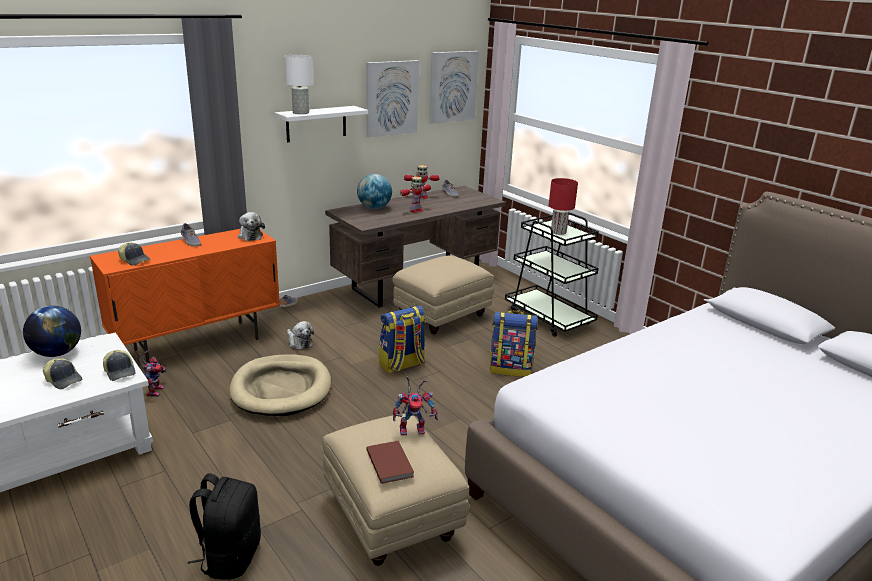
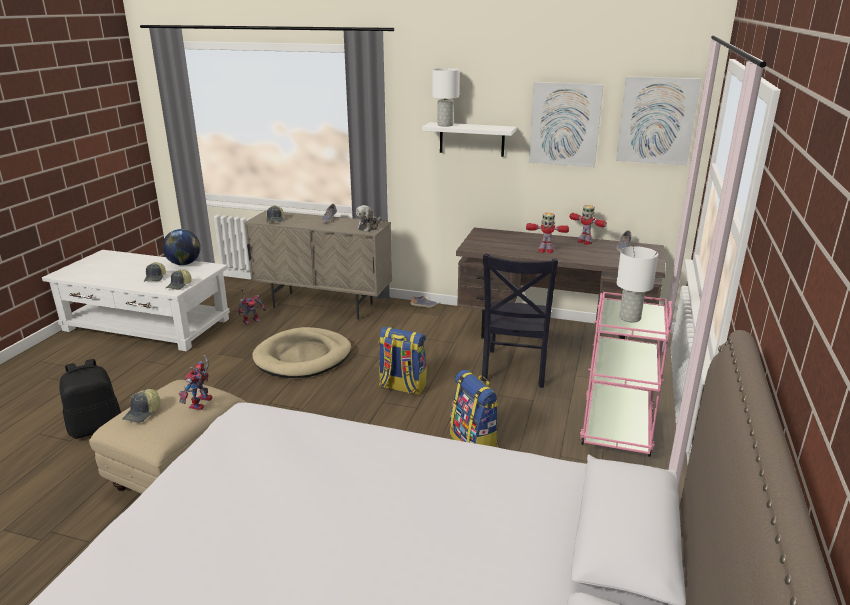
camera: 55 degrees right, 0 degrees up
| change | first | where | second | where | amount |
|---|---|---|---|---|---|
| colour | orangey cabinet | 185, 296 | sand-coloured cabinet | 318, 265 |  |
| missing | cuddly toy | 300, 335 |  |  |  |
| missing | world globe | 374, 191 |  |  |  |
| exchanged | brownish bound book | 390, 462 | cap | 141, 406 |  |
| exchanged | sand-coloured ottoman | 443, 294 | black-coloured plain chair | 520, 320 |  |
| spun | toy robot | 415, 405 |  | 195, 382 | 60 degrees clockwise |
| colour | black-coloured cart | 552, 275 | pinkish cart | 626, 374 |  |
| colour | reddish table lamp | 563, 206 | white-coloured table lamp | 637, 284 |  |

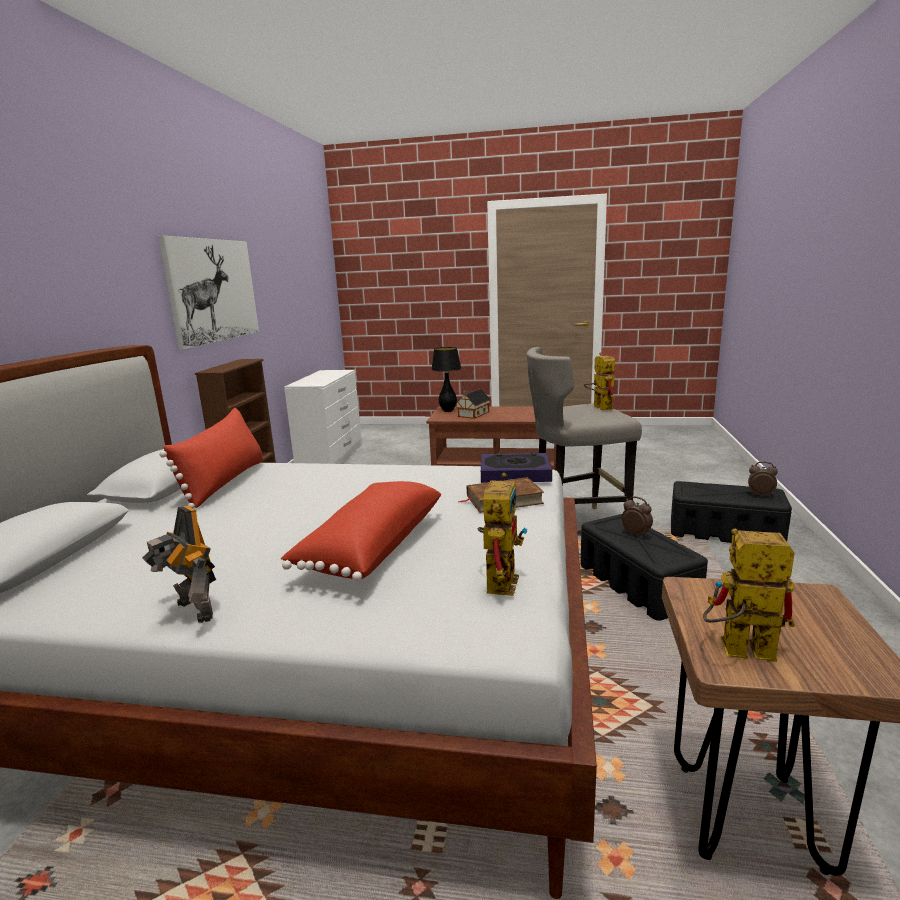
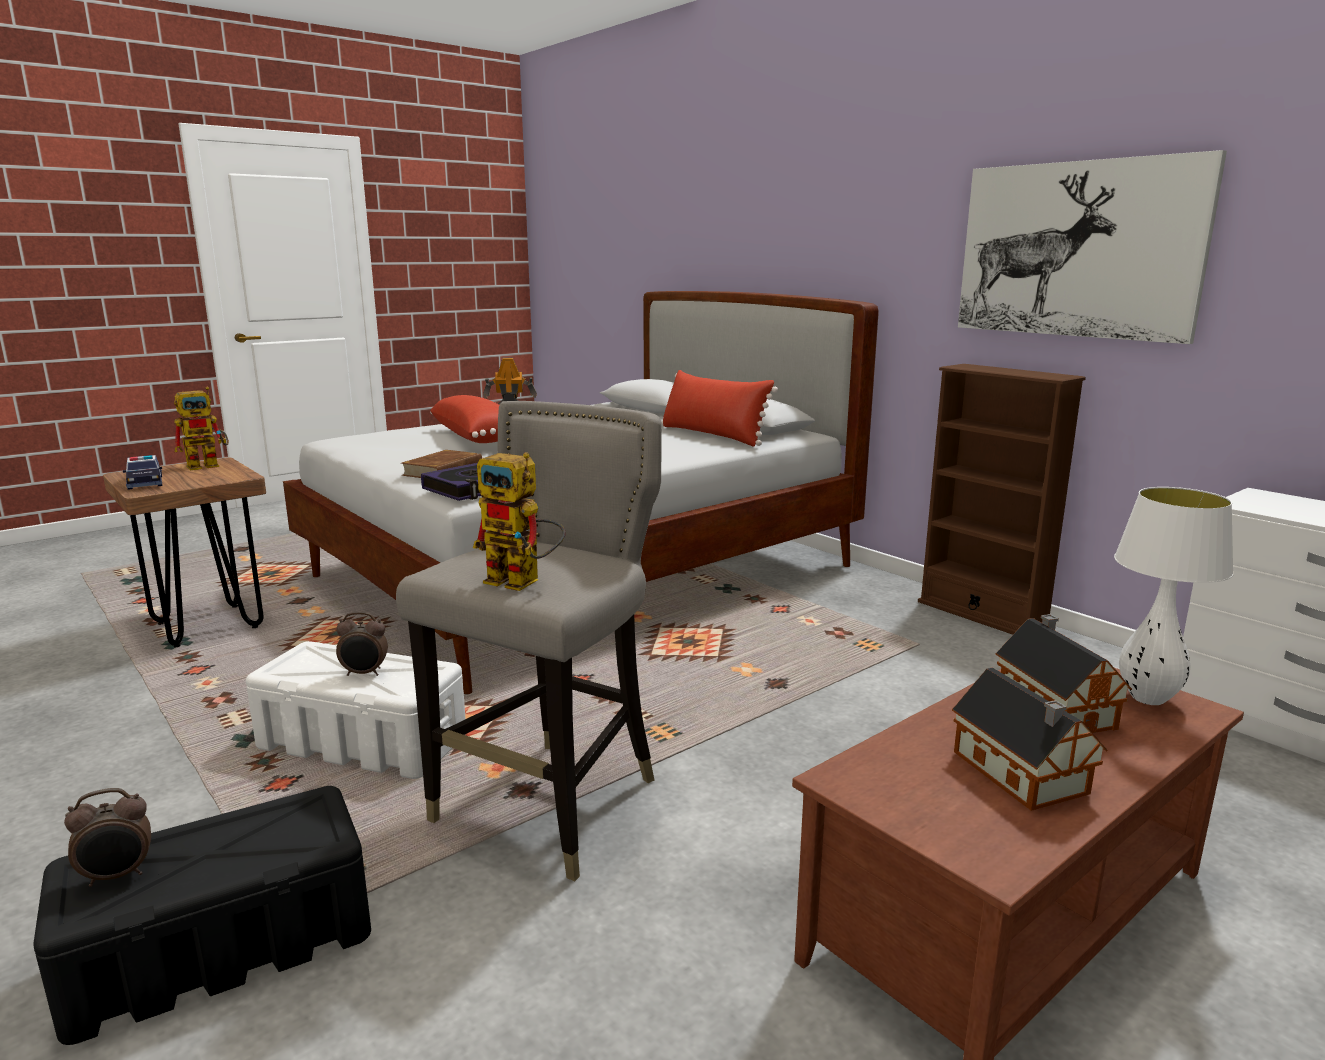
camera: 130 degrees right, 0 degrees up
| change | first | where | second | where | amount |
|---|---|---|---|---|---|
| colour | black-coloured table lamp | 446, 379 | white-coloured table lamp | 1174, 596 |  |
| missing | toy robot | 502, 534 |  |  |  |
| colour | black-coloured storage box | 644, 567 | white-coloured storage box | 356, 710 |  |
| appeared |  |  | toy car | 143, 472 |  |
| appeared |  |  | model house | 1029, 739 |  |

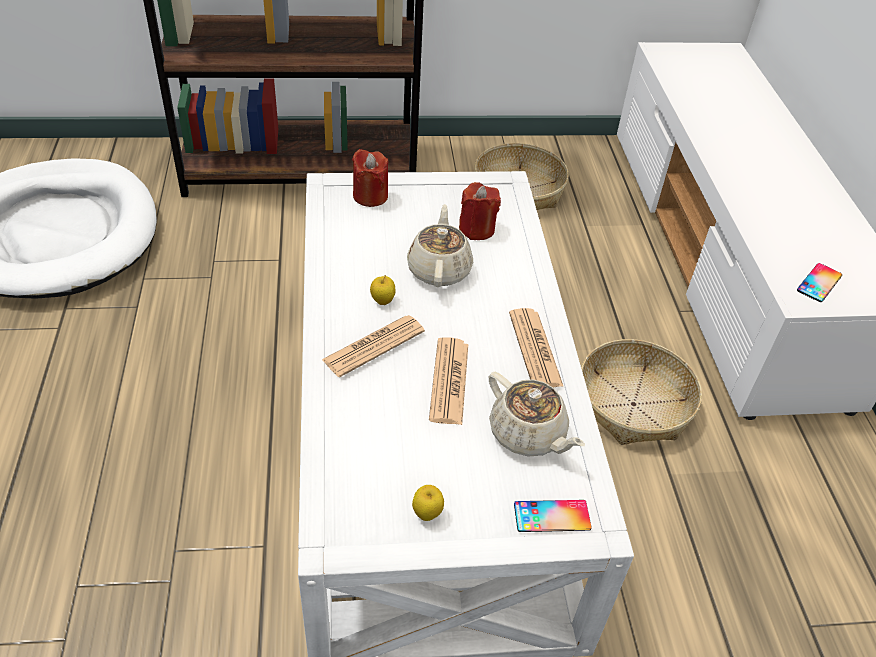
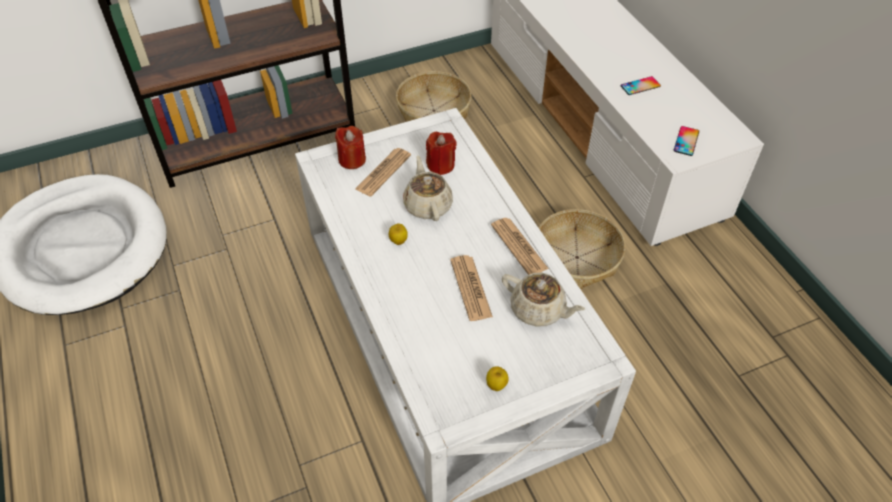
camera: 15 degrees left, 5 degrees up
| change | first | where | second | where | amount |
|---|---|---|---|---|---|
| relocated | printed paper | 373, 346 |  | 383, 172 |  |
| relocated | handset | 553, 516 |  | 641, 85 |  |

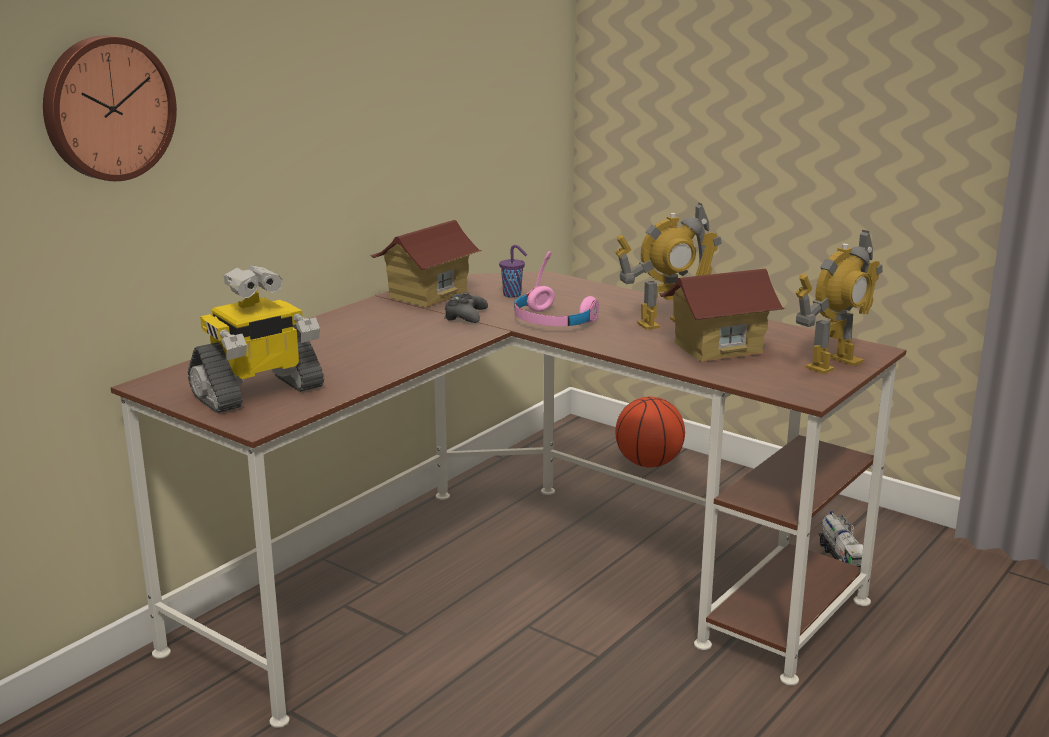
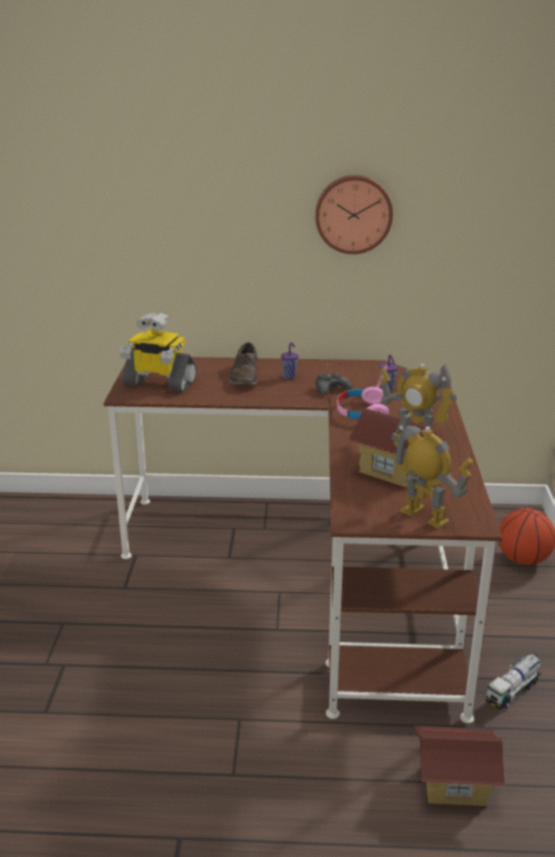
camera: 55 degrees right, 5 degrees up
| change | first | where | second | where | amount |
|---|---|---|---|---|---|
| relocated | wall clock | 110, 108 |  | 354, 214 |  |
| relocated | model house | 426, 264 |  | 461, 766 |  |
| spun | toy robot | 839, 302 |  | 432, 470 | 150 degrees counterclockwise |
| appeared |  |  | brownish shoe | 243, 364 |  |
| appeared |  |  | purplish cup | 290, 360 |  |

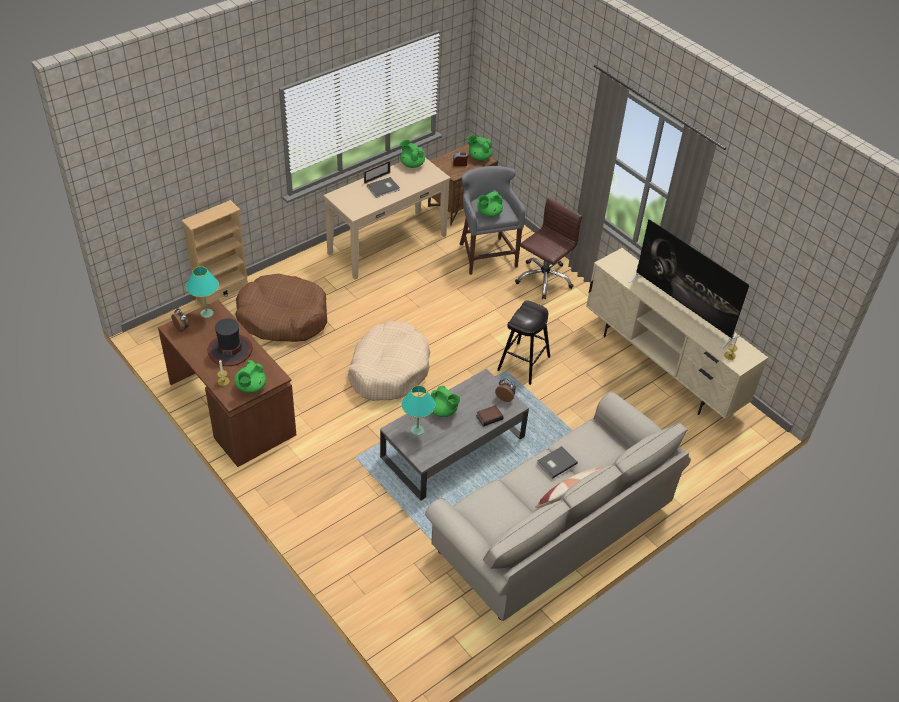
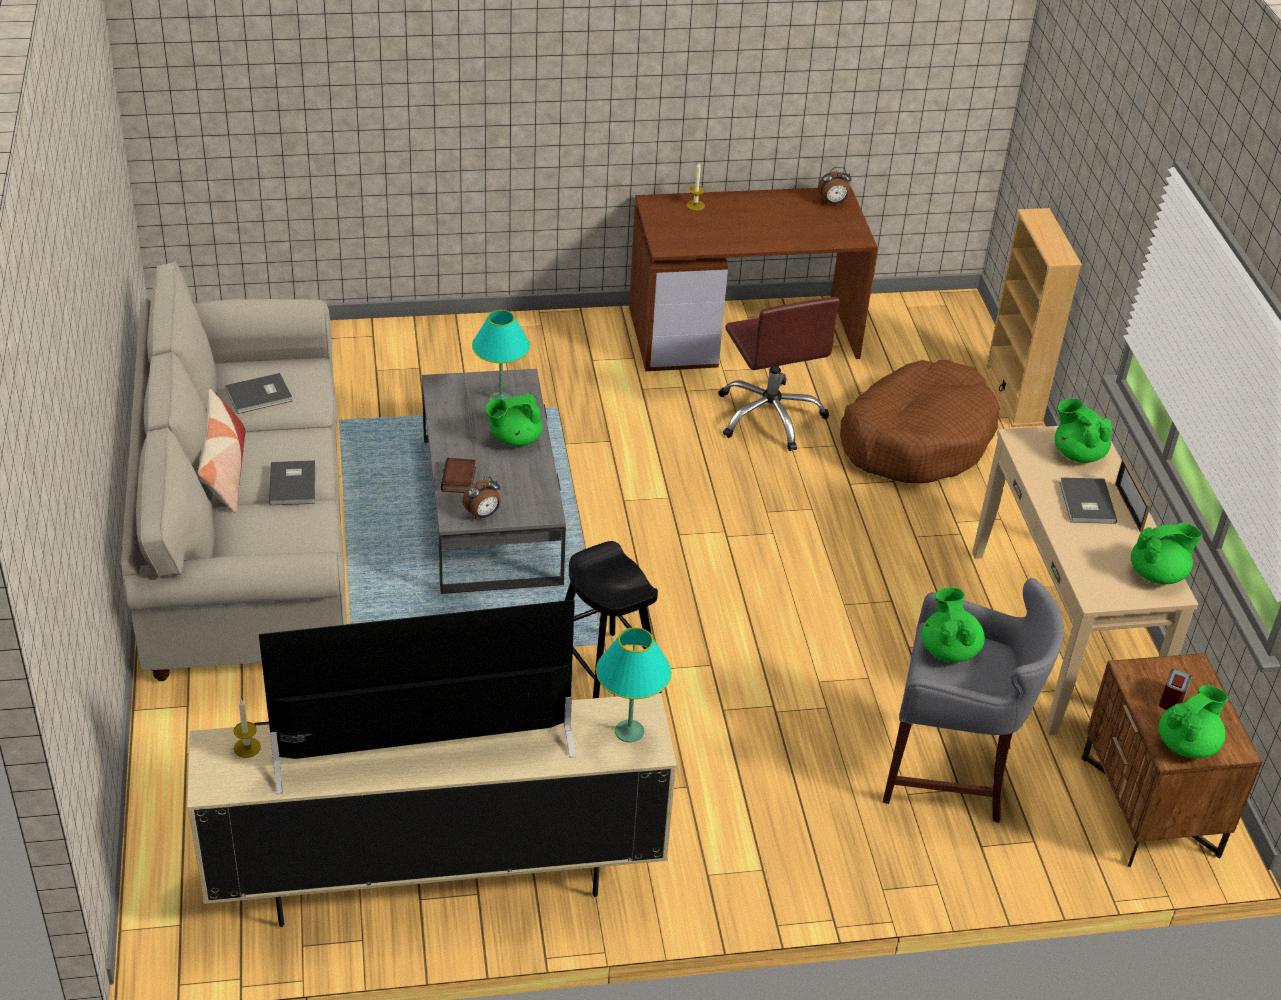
camera: 120 degrees right, 5 degrees down
| change | first | where | second | where | amount |
|---|---|---|---|---|---|
| relocated | turquoise-coloured table lamp | 202, 292 |  | 634, 684 |  |
| missing | clothing hat | 230, 342 |  |  |  |
| relocated | greenish pot for tea | 250, 376 |  | 1083, 430 |  |
| missing | sand-coloured dog bed | 389, 361 |  |  |  |
| relocated | brownish office chair | 548, 248 |  | 779, 374 |  |
| appeared |  |  | gray bound book | 258, 393 |  |

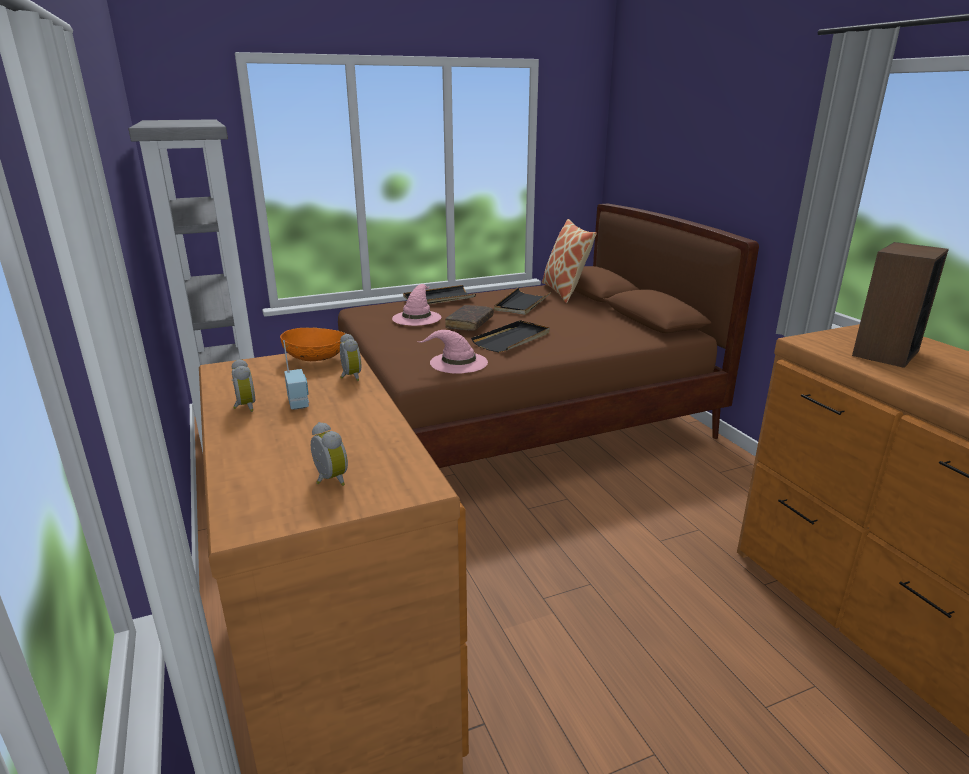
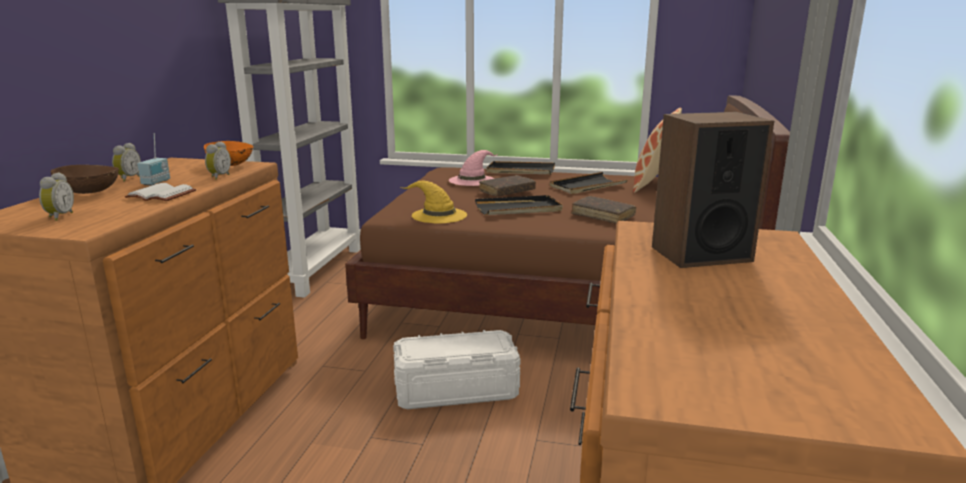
camera: 35 degrees right, 5 degrees down
| change | first | where | second | where | amount |
|---|---|---|---|---|---|
| colour | pinkish clothing hat | 452, 352 | yellow clothing hat | 434, 202 |  |
| appeared |  |  | brownish deep dish | 84, 179 |  |
| appeared |  |  | white-coloured bound book | 160, 192 |  |
| appeared |  |  | white-coloured storage box | 456, 369 |  |
| appeared |  |  | brownish bound book | 604, 210 |  |

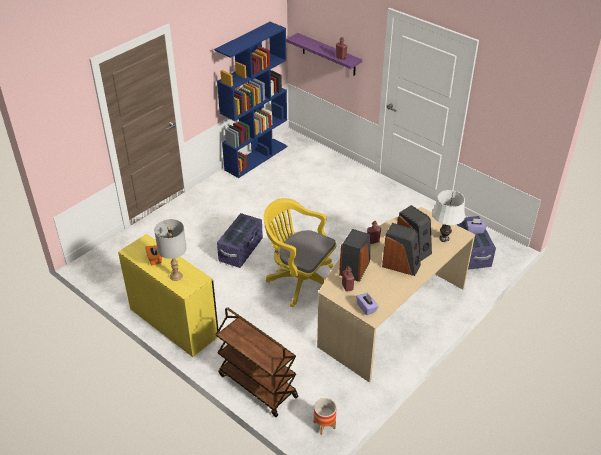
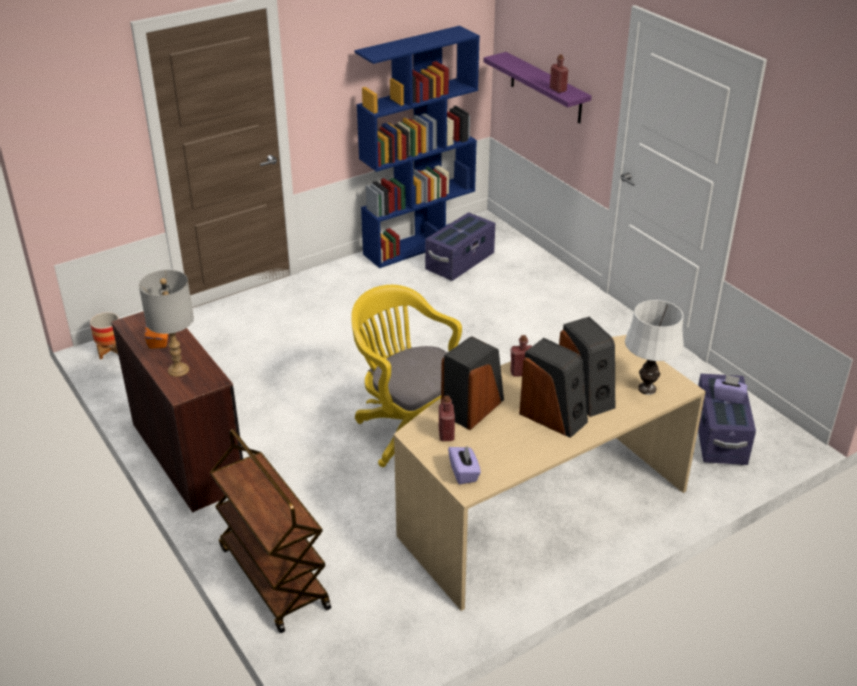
camera: 15 degrees right, 5 degrees down
| change | first | where | second | where | amount |
|---|---|---|---|---|---|
| colour | yellow desk | 168, 295 | brownish desk | 177, 411 |  |
| relocated | purplish storage box | 240, 240 |  | 460, 246 |  |
| relocated | plant pot | 325, 416 |  | 104, 335 |  |

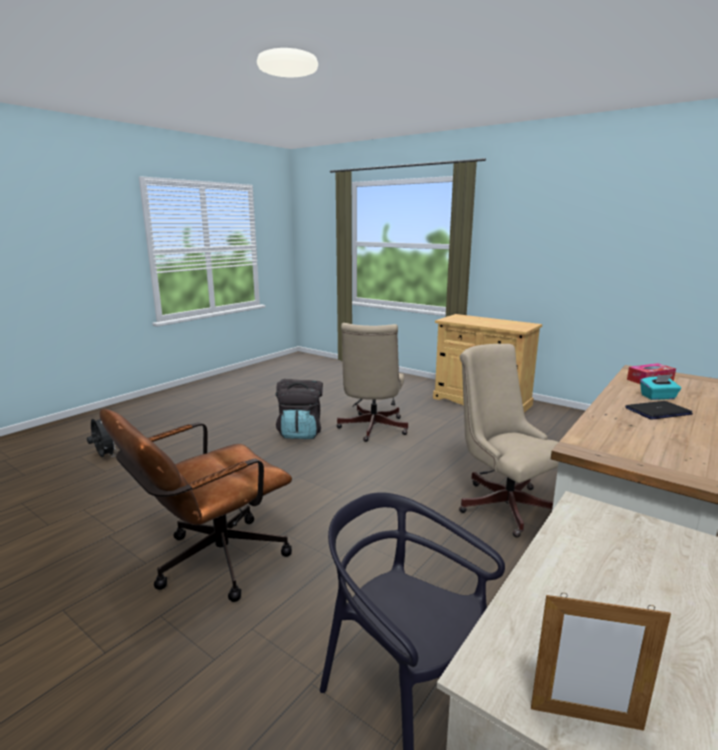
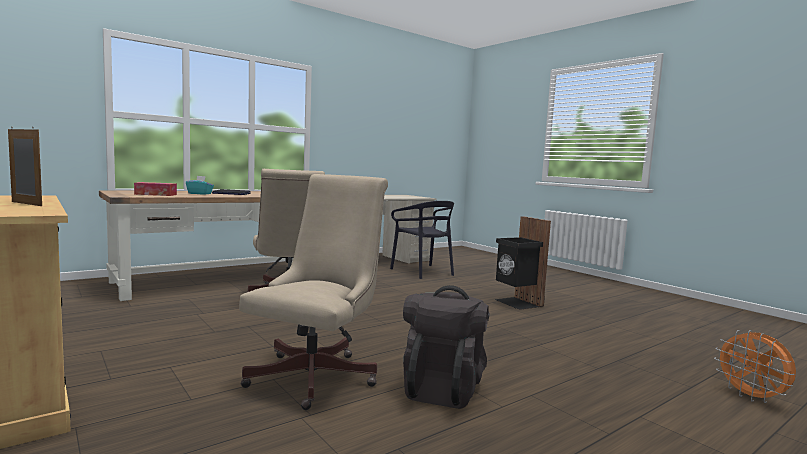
camera: 165 degrees left, 10 degrees down
| change | first | where | second | where | amount |
|---|---|---|---|---|---|
| colour | black-coloured fan | 102, 438 | orangey fan | 755, 366 |  |
| exchanged | brownish office chair | 196, 505 | black-coloured rubbish bin | 522, 263 |  |
| relocated | picture frame | 601, 662 |  | 25, 166 |  |

